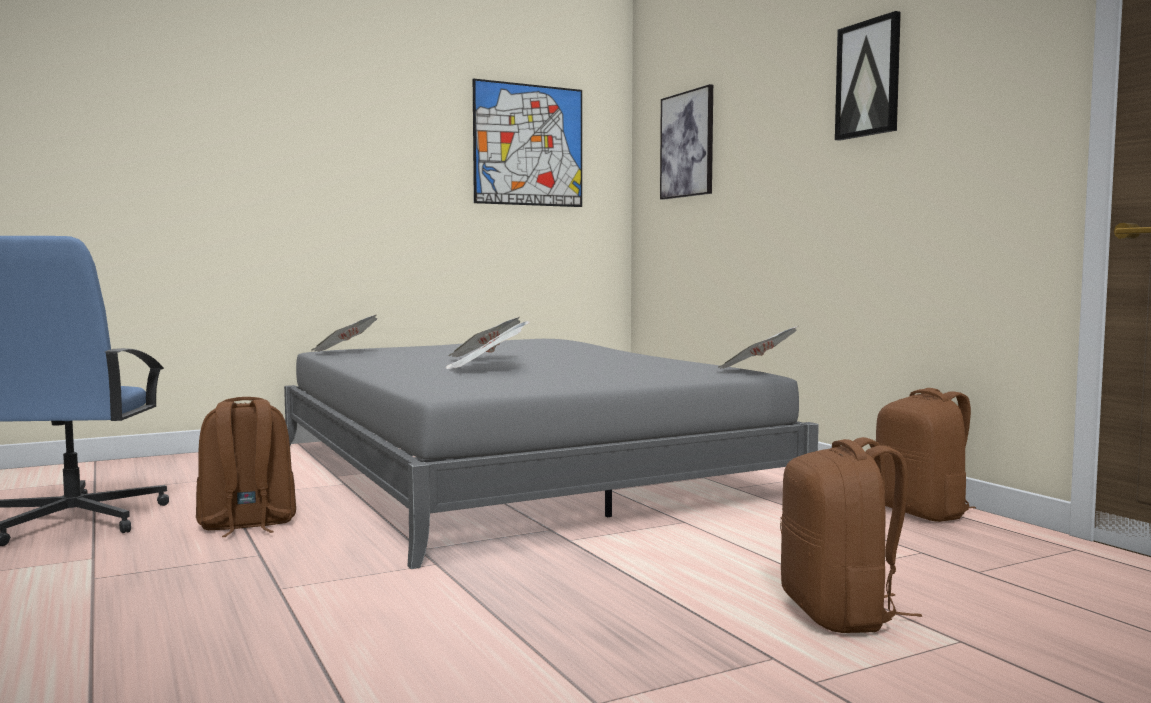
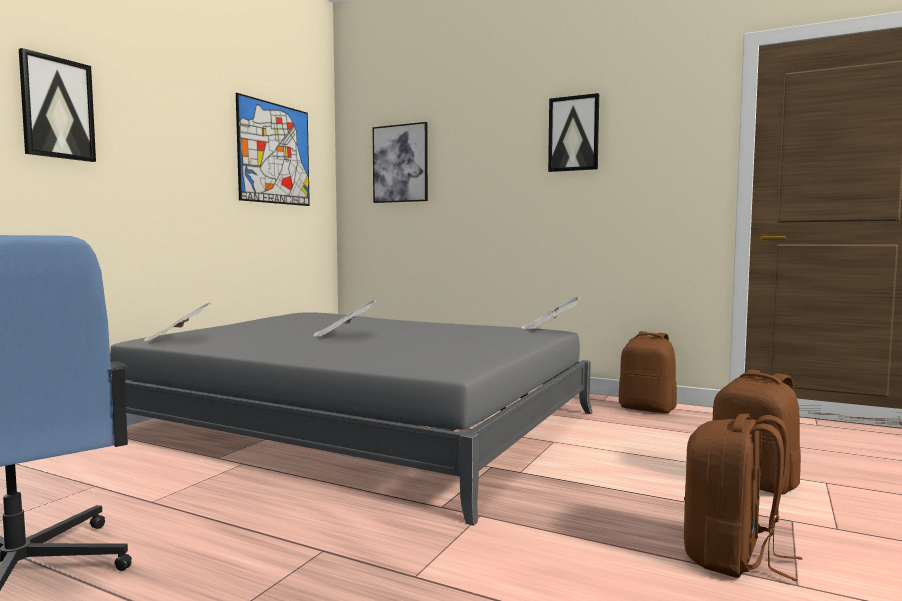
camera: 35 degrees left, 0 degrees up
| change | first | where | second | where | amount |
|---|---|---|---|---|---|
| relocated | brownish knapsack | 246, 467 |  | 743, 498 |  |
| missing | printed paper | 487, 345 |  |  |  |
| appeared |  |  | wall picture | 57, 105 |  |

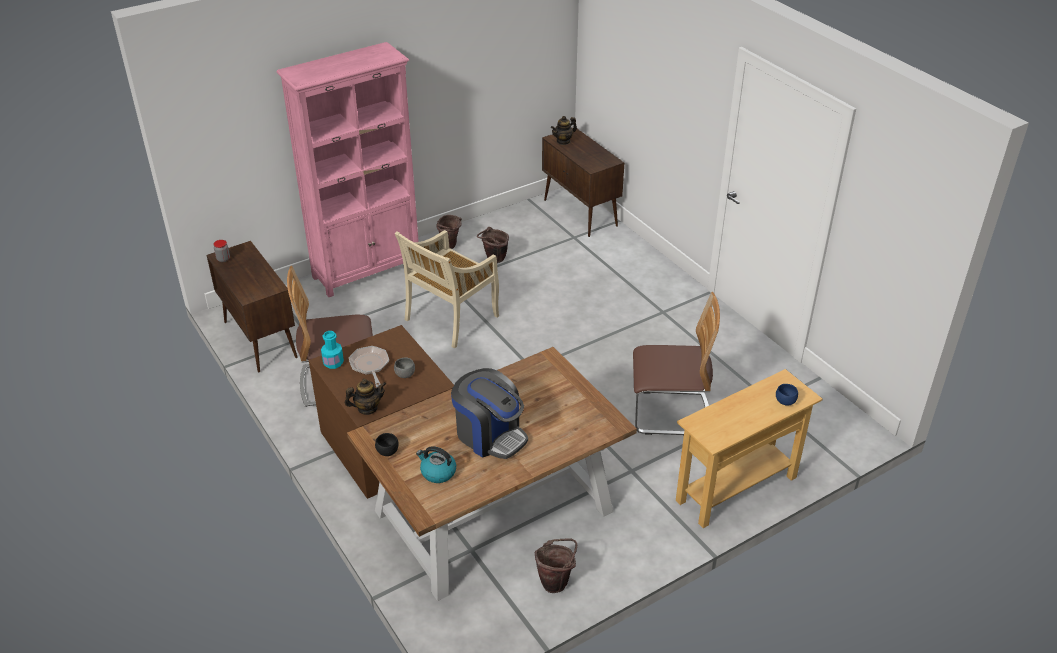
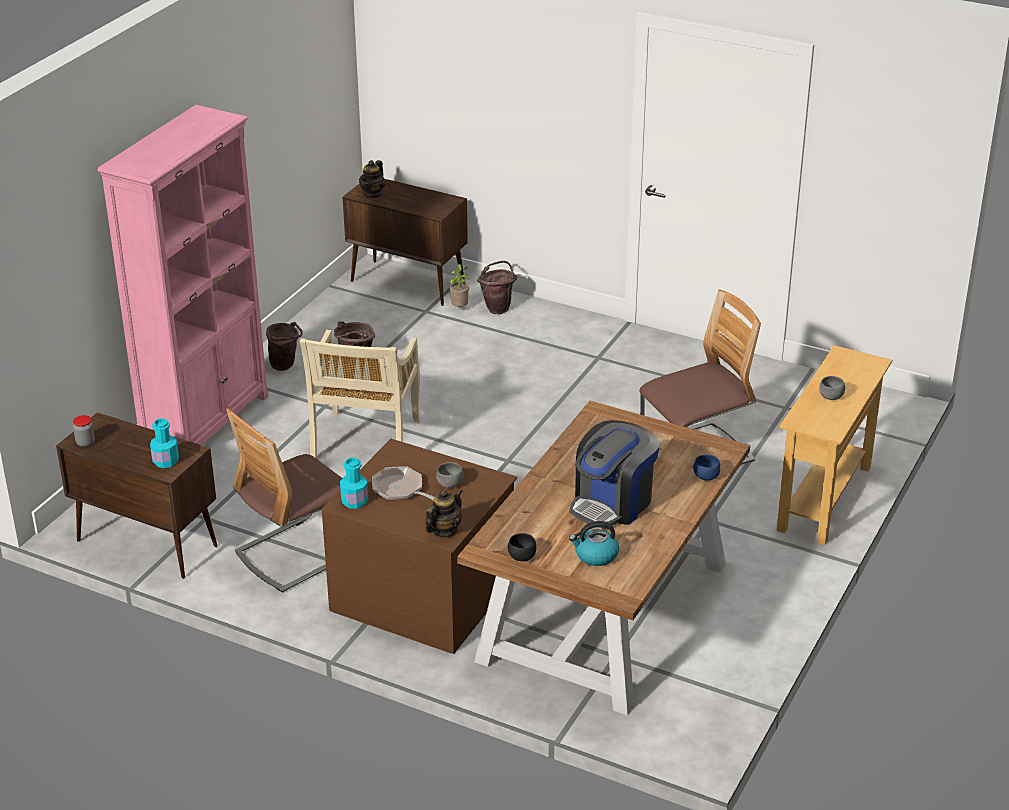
camera: 30 degrees left, 5 degrees down
| change | first | where | second | where | amount |
|---|---|---|---|---|---|
| spun | coffee maker | 489, 413 |  | 614, 474 | 120 degrees clockwise |
| relocated | brownish water bucket | 556, 565 |  | 497, 287 |  |
| relocated | blue-coloured deep dish | 787, 395 |  | 706, 467 |  |
| appeared |  |  | turquoise-coloured drink bottle | 164, 443 |  |
| appeared |  |  | houseplant | 459, 285 |  |
| appeared |  |  | gray deep dish | 832, 388 |  |

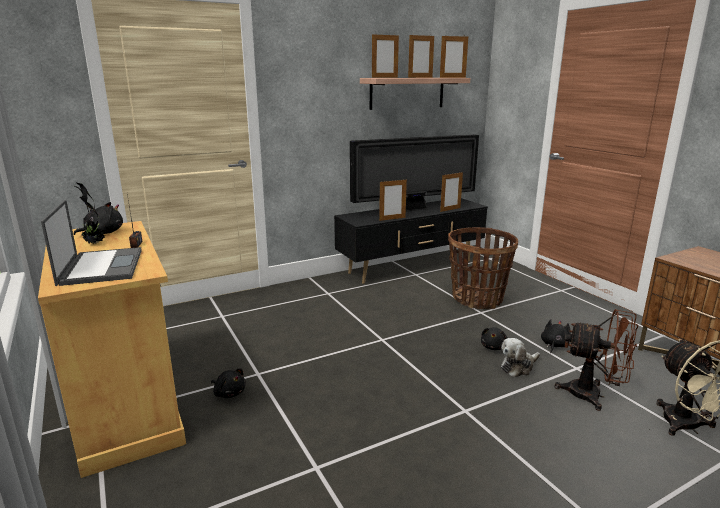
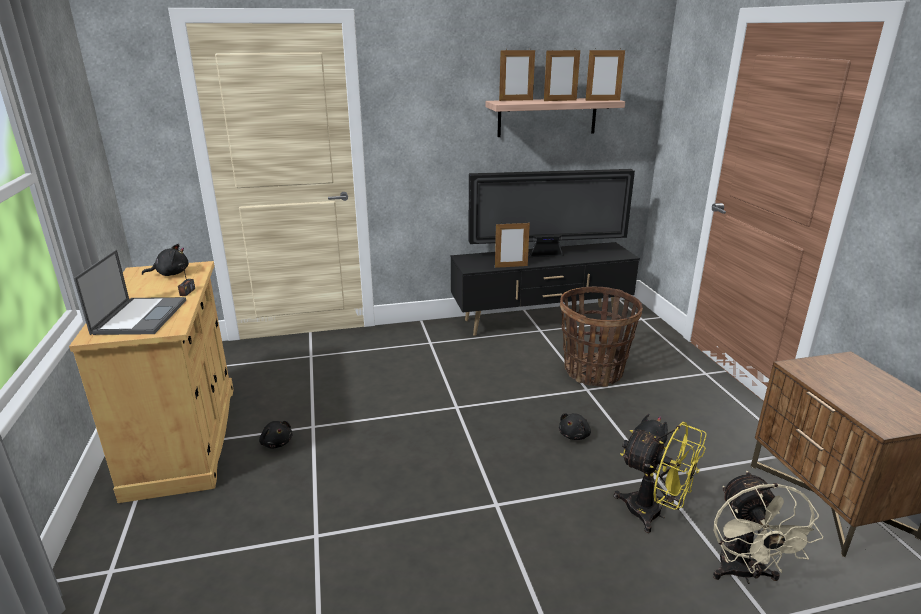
camera: 15 degrees right, 5 degrees up
| change | first | where | second | where | amount |
|---|---|---|---|---|---|
| missing | houseplant | 90, 213 |  |  |  |
| missing | picture frame | 451, 192 |  |  |  |
| missing | cuddly toy | 520, 357 |  |  |  |
| colour | brownish fan | 596, 360 | yellow fan | 660, 477 |  |

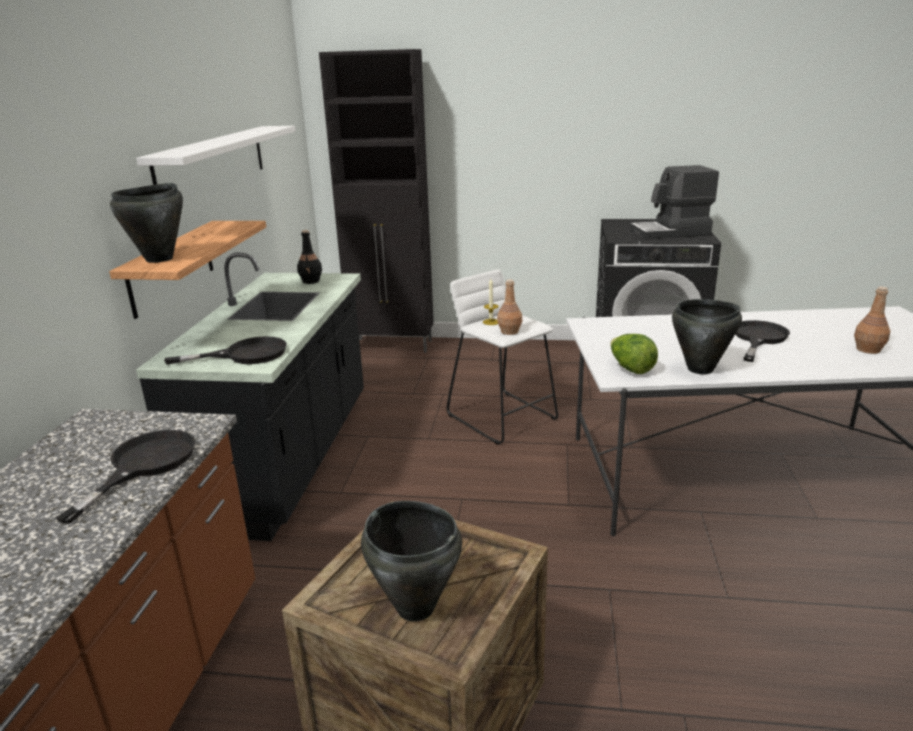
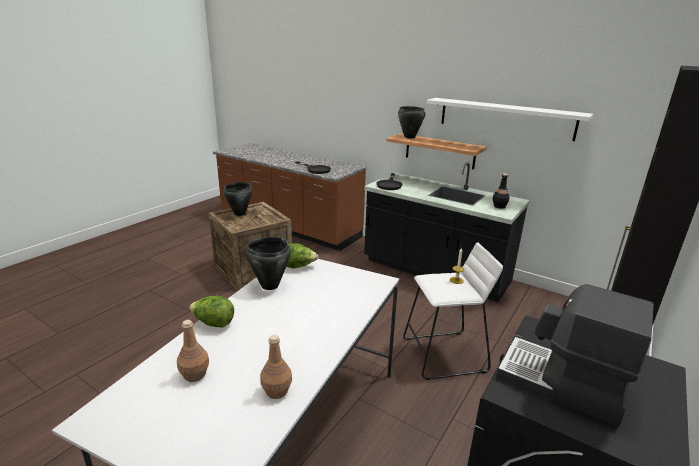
camera: 115 degrees right, 0 degrees up
| change | first | where | second | where | amount |
|---|---|---|---|---|---|
| relocated | brownish drink bottle | 509, 307 |  | 276, 367 |  |
| spun | coffee maker | 674, 202 |  | 575, 355 | 75 degrees counterclockwise |
| missing | black-coloured pan | 762, 341 |  |  |  |
| appeared |  |  | lettuce | 211, 312 |  |

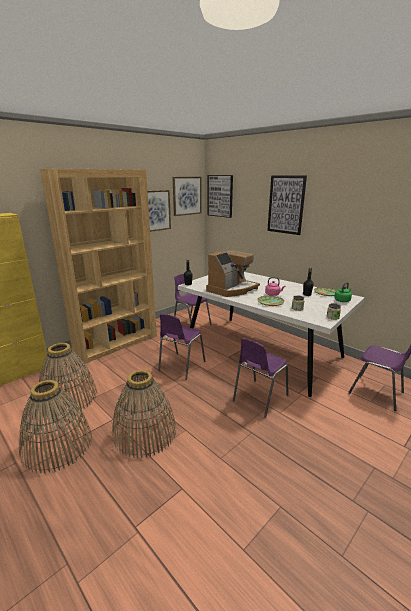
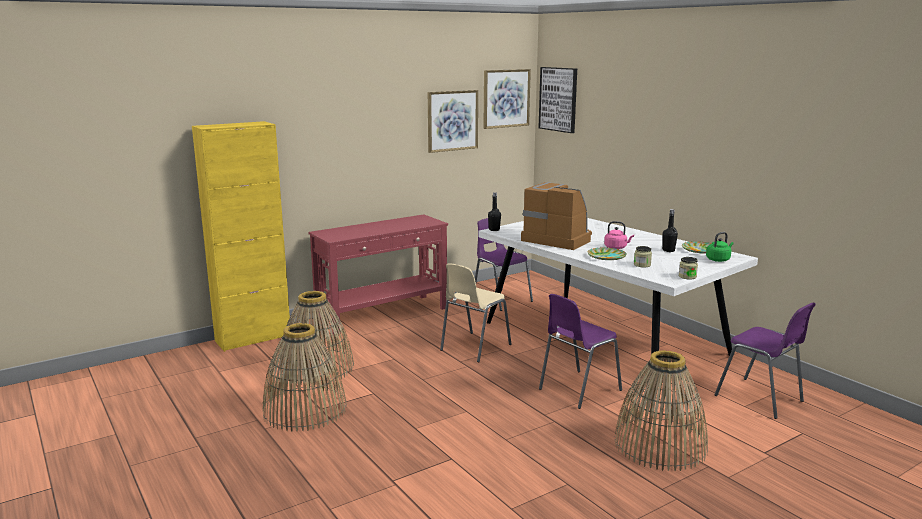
camera: 10 degrees right, 5 degrees down
| change | first | where | second | where | amount |
|---|---|---|---|---|---|
| exchanged | brownish bookcase | 98, 265 | reddish console table | 378, 274 |  |
| relocated | basket | 144, 414 |  | 661, 410 |  |
| colour | purplish plain chair | 181, 347 | sand-coloured plain chair | 476, 312 |  |
| spun | coffee maker | 233, 273 |  | 556, 216 | 105 degrees counterclockwise |
| missing | wall picture | 287, 205 |  |  |  |

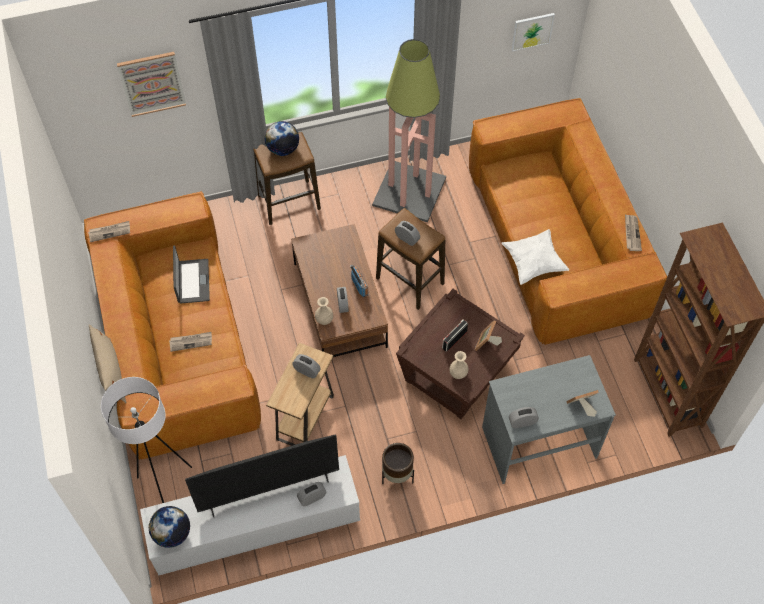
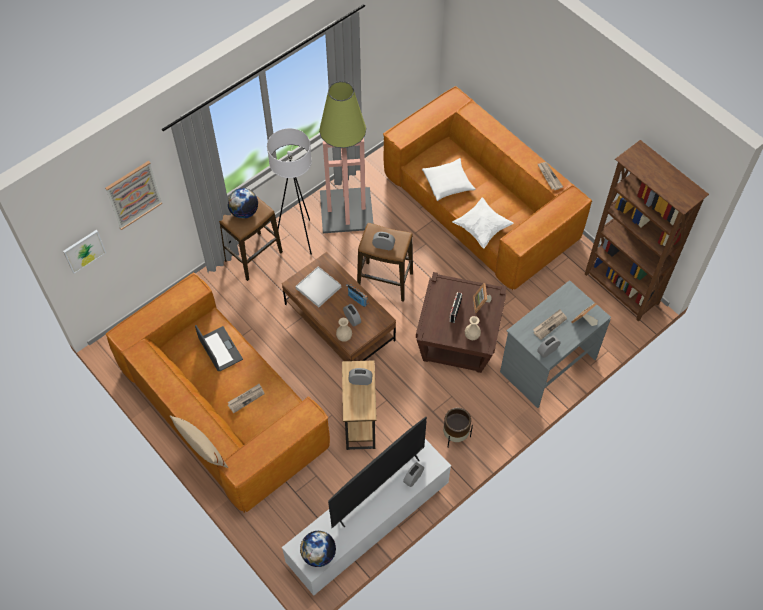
camera: 25 degrees left, 0 degrees up
| change | first | where | second | where | amount |
|---|---|---|---|---|---|
| relocated | printed paper | 109, 231 |  | 550, 324 |  |
| relocated | white-coloured floor lamp | 146, 440 |  | 289, 191 |  |
| relocated | wall picture | 533, 32 |  | 84, 252 |  |
| appeared |  |  | white-coloured tray | 318, 286 |  |
| appeared |  |  | white-coloured cushion | 449, 179 |  |

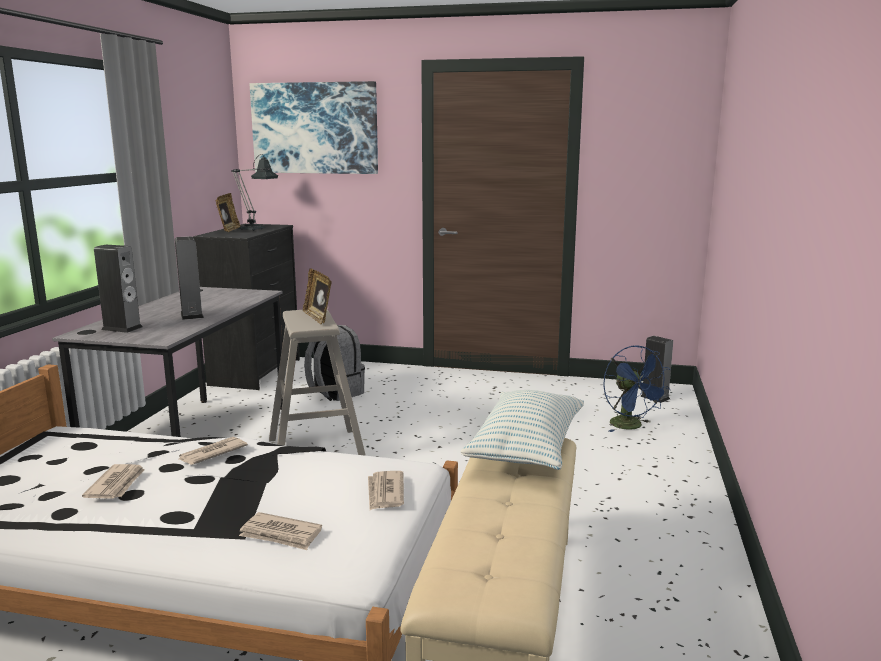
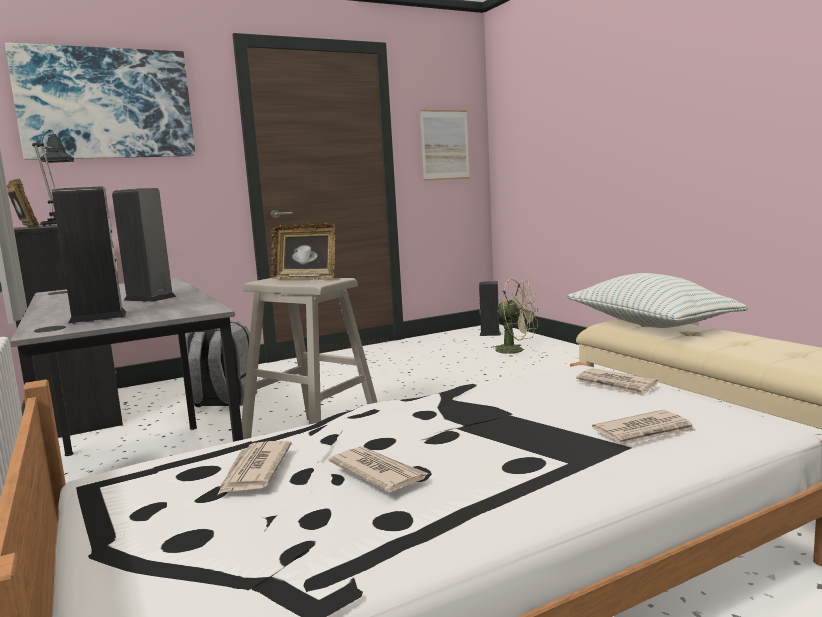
camera: 40 degrees left, 5 degrees down
| change | first | where | second | where | amount |
|---|---|---|---|---|---|
| relocated | printed paper | 213, 451 |  | 255, 467 |  |
| colour | blue-coloured fan | 636, 388 | greenish fan | 514, 317 |  |
| appeared |  |  | wall picture | 445, 145 |  |

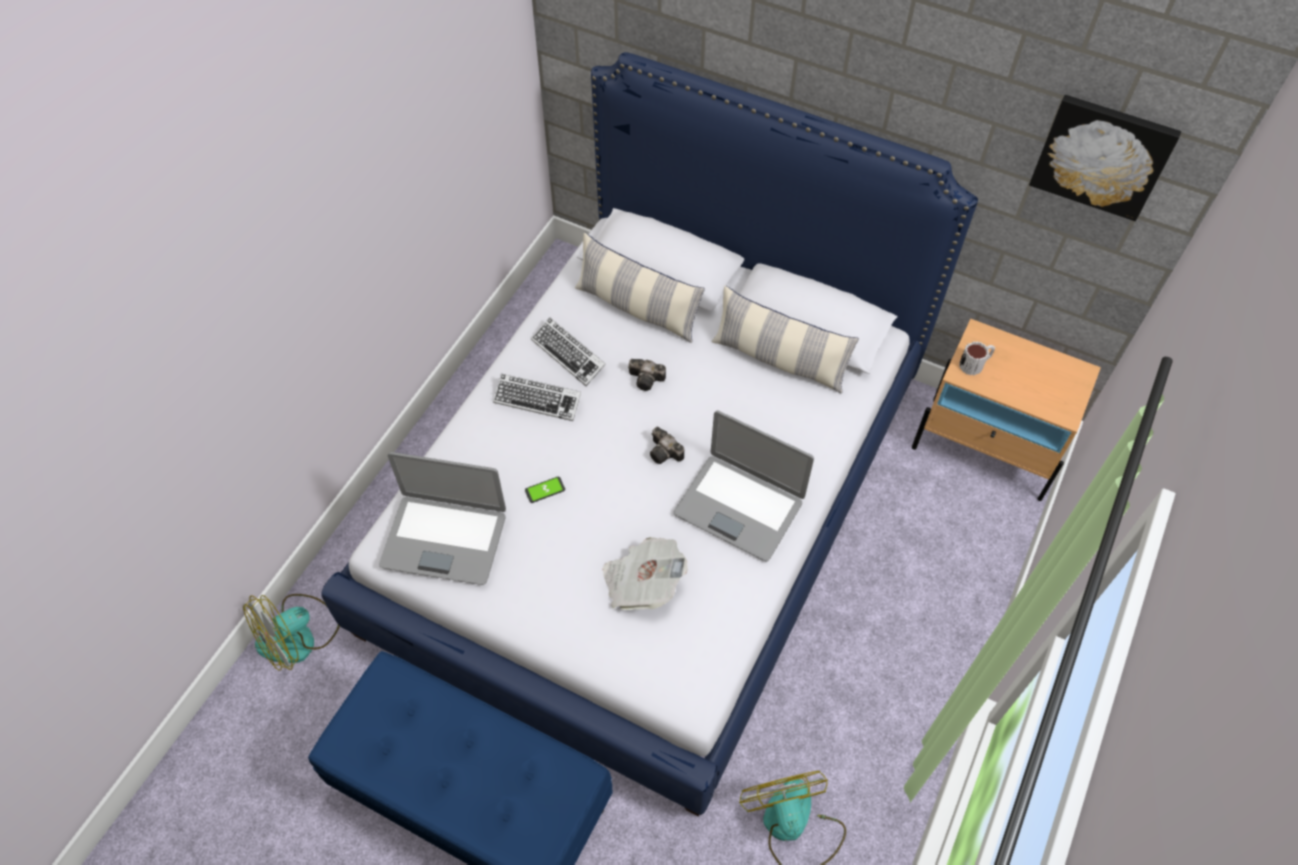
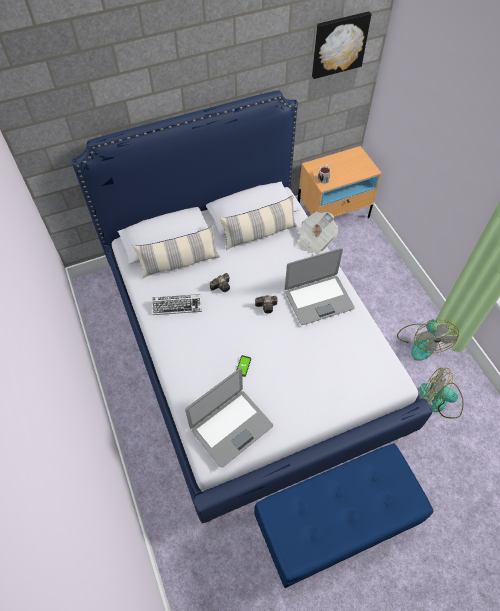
camera: 50 degrees left, 0 degrees up
| change | first | where | second | where | amount |
|---|---|---|---|---|---|
| relocated | fan | 291, 632 |  | 428, 340 |  |
| missing | keyboard | 537, 397 |  |  |  |
| relocated | printed paper | 645, 573 |  | 317, 233 |  |

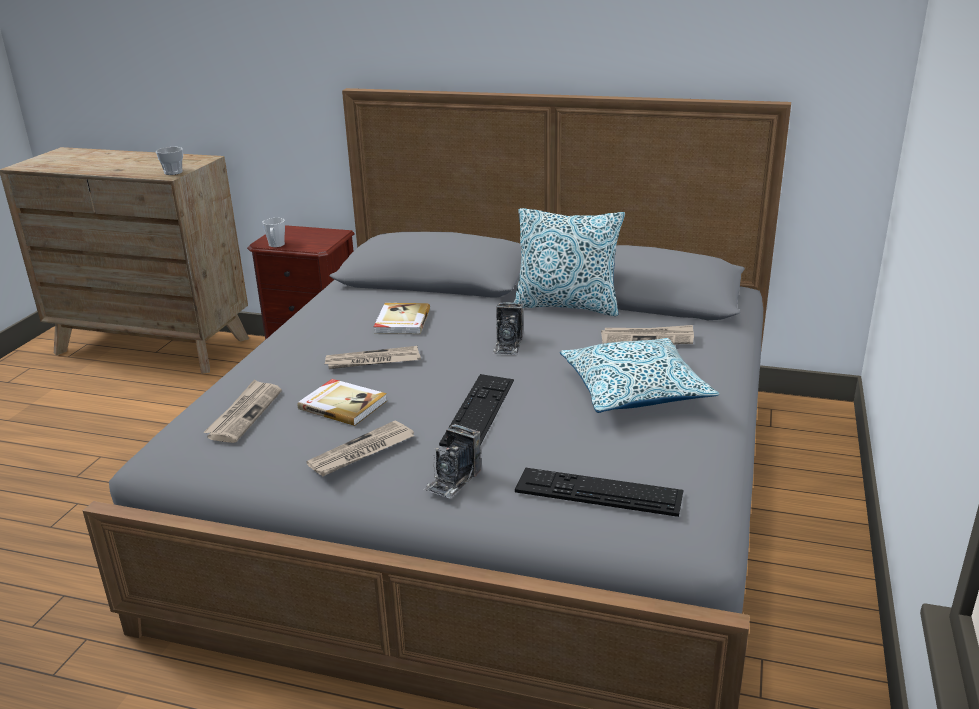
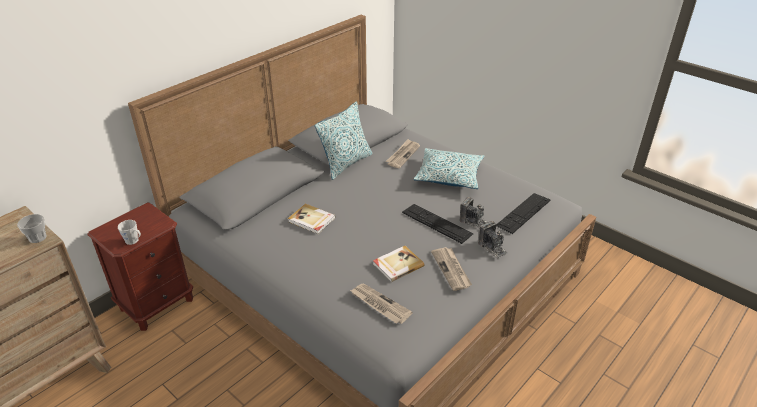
camera: 65 degrees left, 10 degrees up
| change | first | where | second | where | amount |
|---|---|---|---|---|---|
| missing | printed paper | 373, 357 |  |  |  |
| relocated | still camera | 508, 328 |  | 474, 213 |  |

